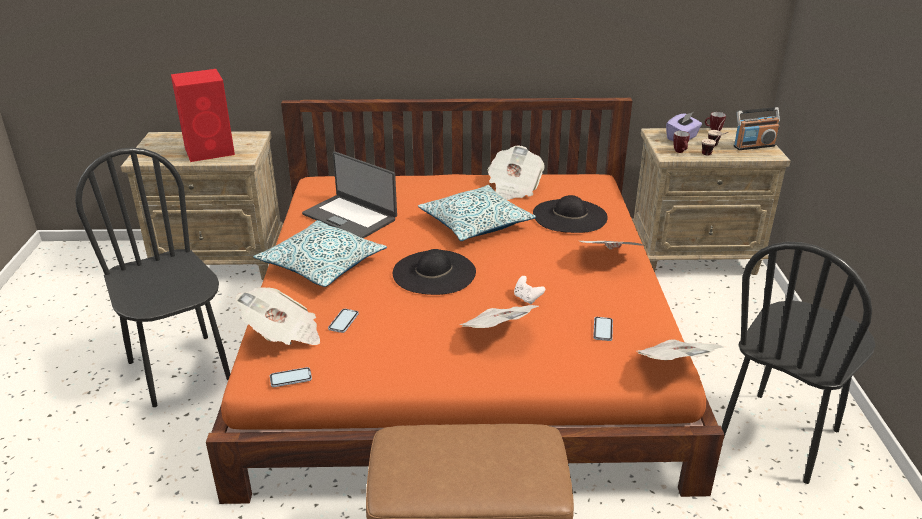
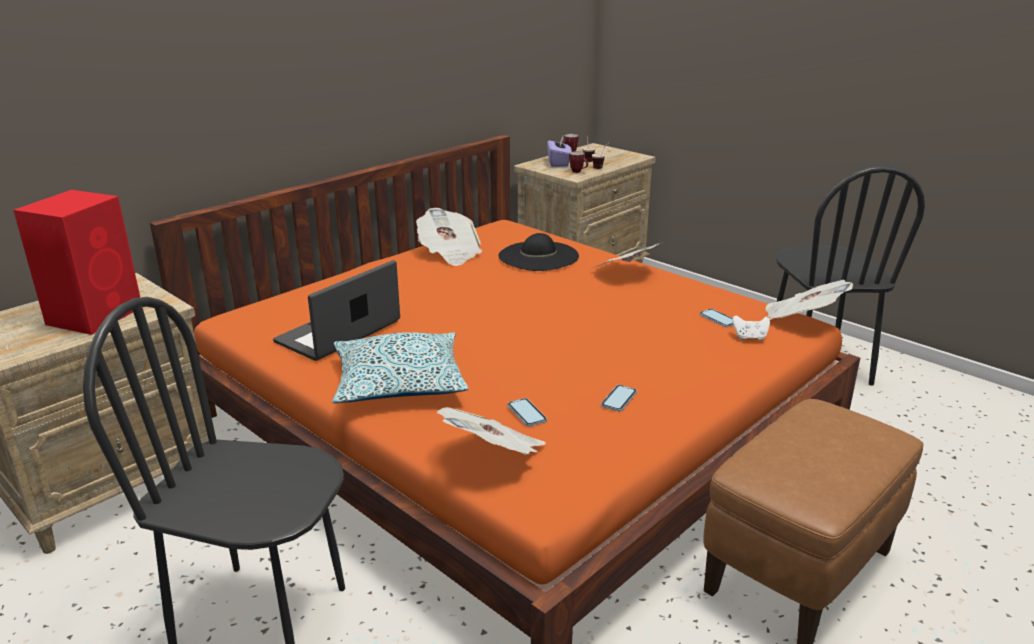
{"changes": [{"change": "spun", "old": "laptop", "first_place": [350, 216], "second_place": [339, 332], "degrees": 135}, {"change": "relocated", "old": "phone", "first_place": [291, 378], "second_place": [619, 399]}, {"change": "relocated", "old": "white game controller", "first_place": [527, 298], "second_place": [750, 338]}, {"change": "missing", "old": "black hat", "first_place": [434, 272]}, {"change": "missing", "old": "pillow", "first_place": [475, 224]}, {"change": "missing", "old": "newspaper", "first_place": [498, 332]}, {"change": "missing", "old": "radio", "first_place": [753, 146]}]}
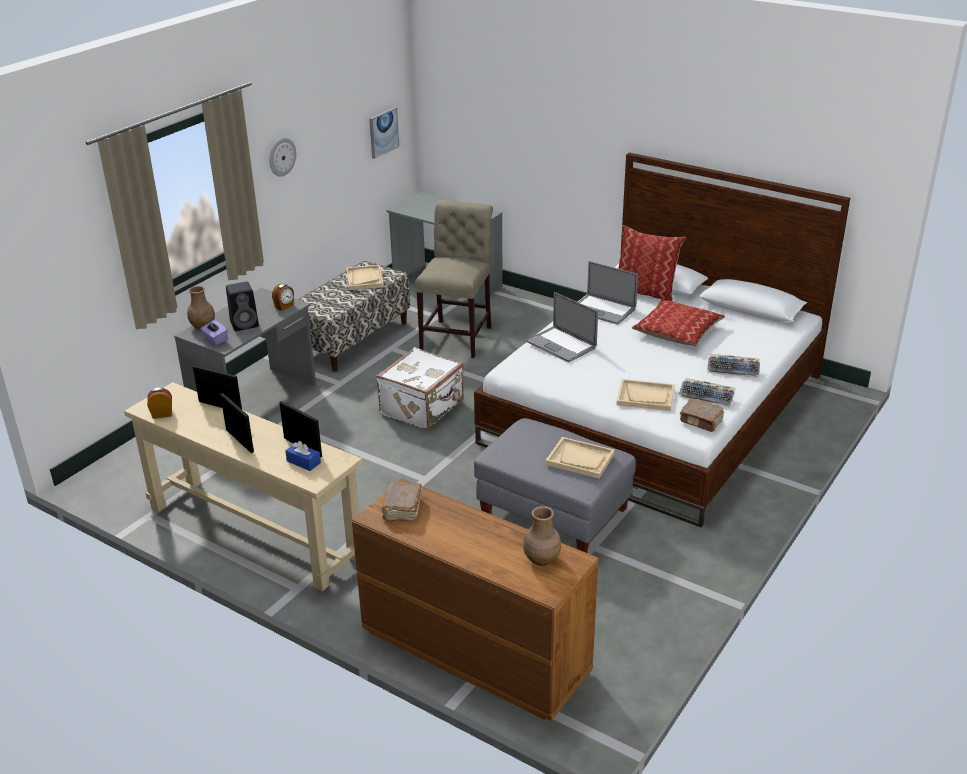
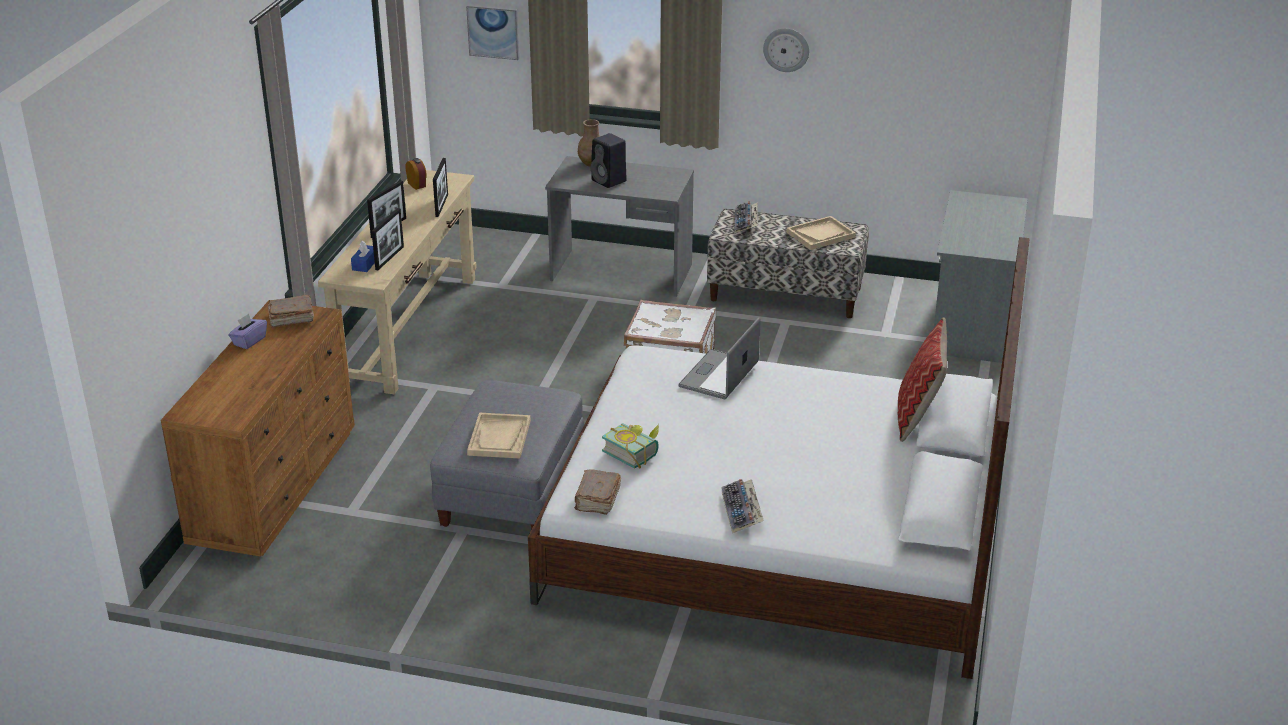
{"changes": [{"change": "relocated", "old": "purple tissue box", "first_place": [215, 339], "second_place": [249, 341]}, {"change": "relocated", "old": "picture", "first_place": [383, 132], "second_place": [493, 31]}, {"change": "exchanged", "old": "beige tray", "new": "book", "first_place": [645, 396], "second_place": [634, 452]}, {"change": "relocated", "old": "keyboard", "first_place": [707, 396], "second_place": [746, 222]}, {"change": "missing", "old": "alarm clock", "first_place": [284, 306]}, {"change": "missing", "old": "beige chair", "first_place": [458, 336]}, {"change": "missing", "old": "brown vase", "first_place": [541, 559]}, {"change": "missing", "old": "laptop", "first_place": [602, 310]}, {"change": "missing", "old": "pillow", "first_place": [677, 331]}]}
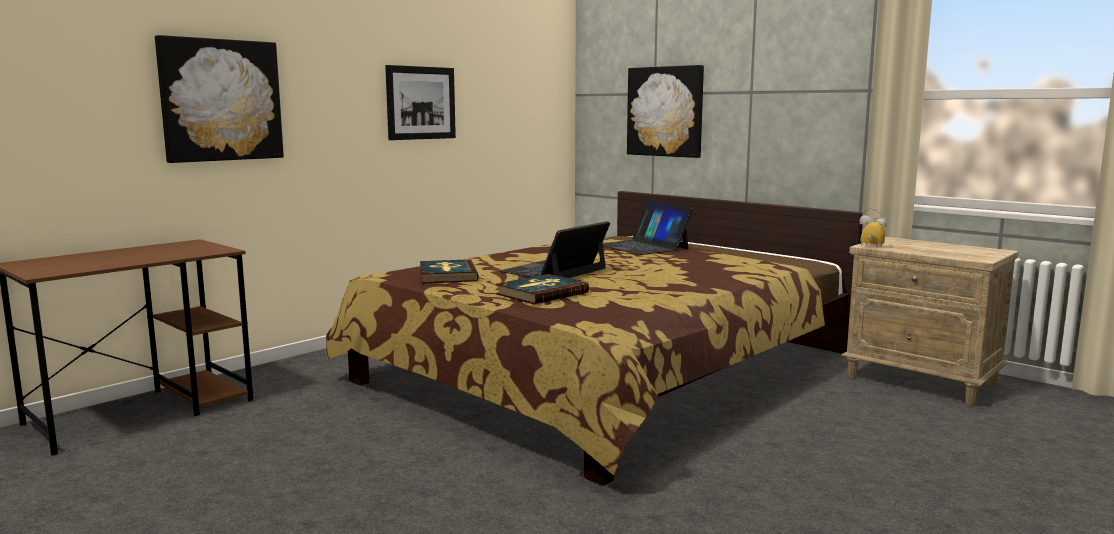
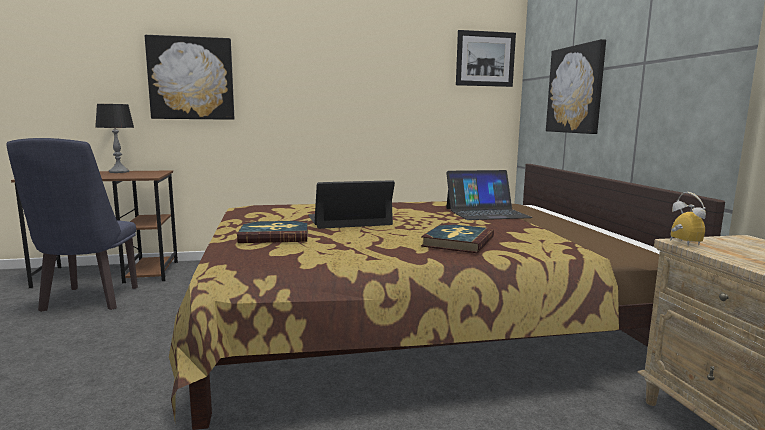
{"changes": [{"change": "appeared", "new": "blue chair", "second_place": [88, 301]}, {"change": "appeared", "new": "table lamp", "second_place": [119, 172]}, {"change": "relocated", "old": "book", "first_place": [447, 275], "second_place": [457, 242]}, {"change": "spun", "old": "laptop", "first_place": [643, 246], "second_place": [486, 213], "degrees": -105}, {"change": "relocated", "old": "picture", "first_place": [421, 103], "second_place": [485, 59]}]}
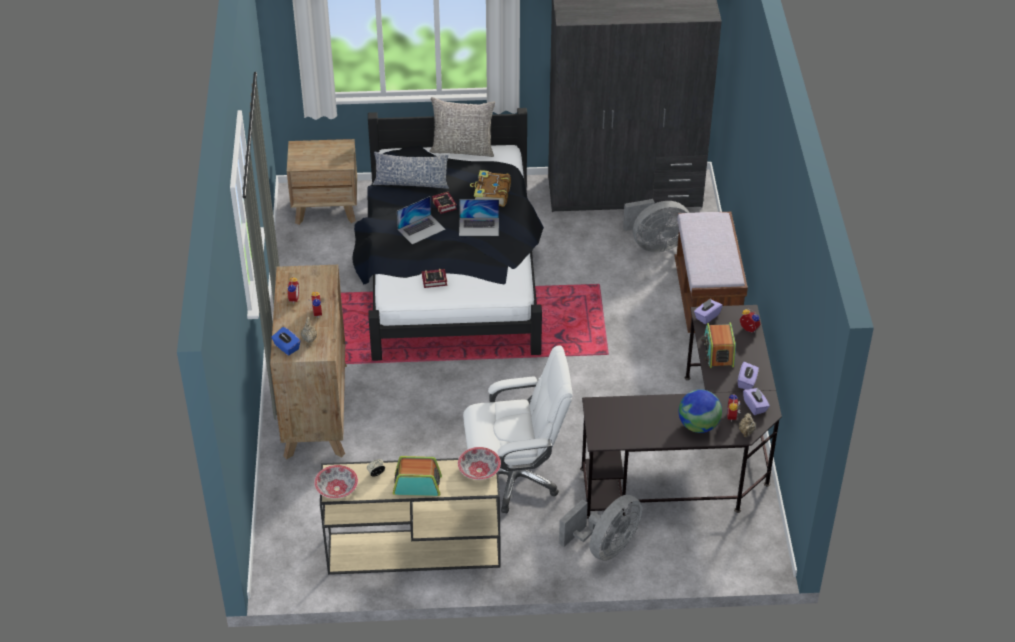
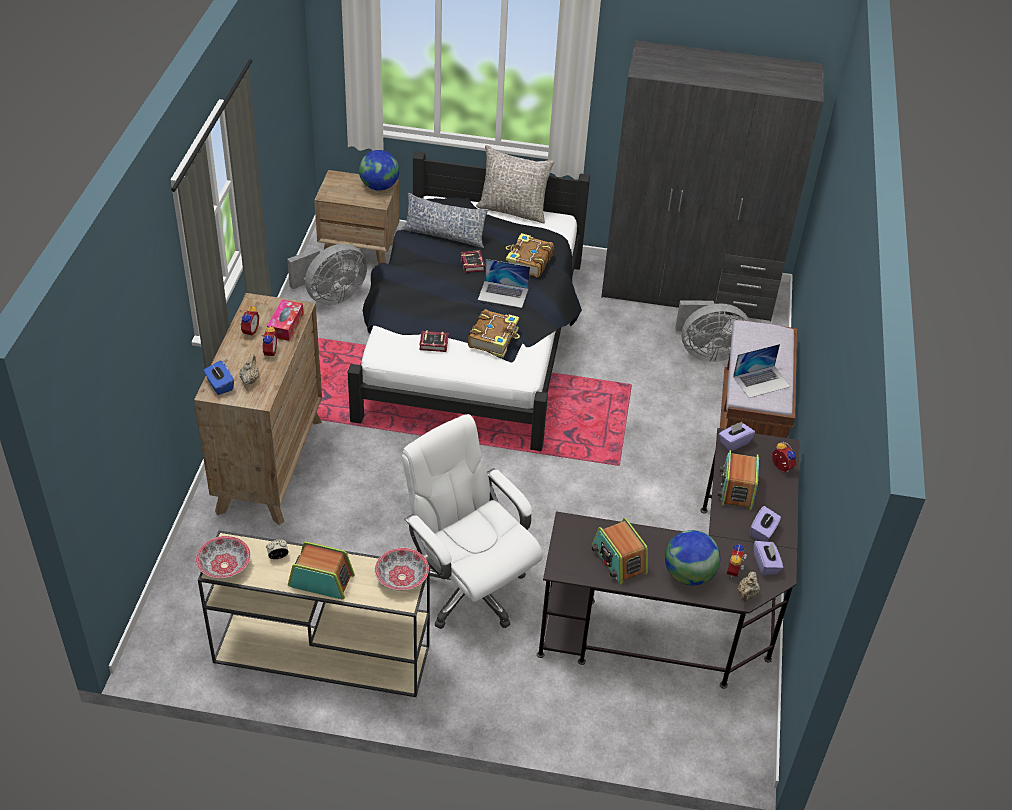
{"changes": [{"change": "appeared", "new": "tissue box", "second_place": [286, 325]}, {"change": "relocated", "old": "grey fan", "first_place": [605, 546], "second_place": [330, 296]}, {"change": "appeared", "new": "globe", "second_place": [379, 186]}, {"change": "spun", "old": "white office chair", "first_place": [515, 477], "second_place": [469, 588], "degrees": -135}, {"change": "appeared", "new": "book", "second_place": [494, 339]}, {"change": "appeared", "new": "radio", "second_place": [618, 560]}, {"change": "relocated", "old": "laptop", "first_place": [421, 229], "second_place": [761, 381]}]}
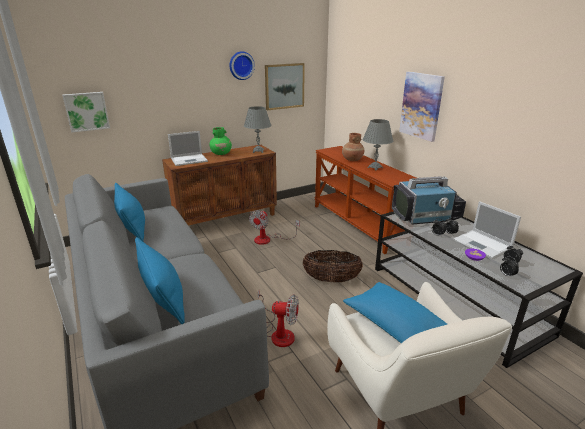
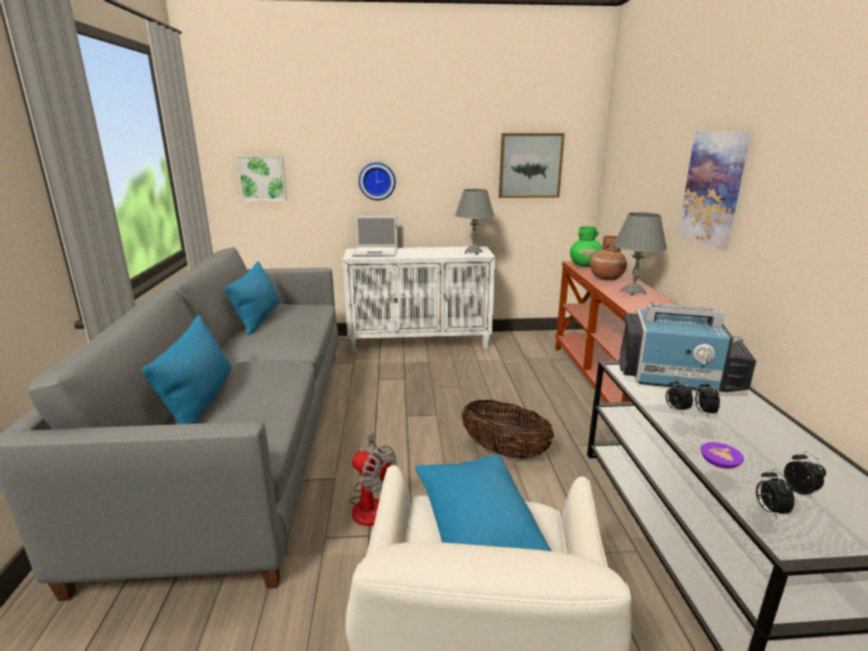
{"changes": [{"change": "colour", "old": "brown cabinet", "new": "white cabinet", "first_place": [225, 219], "second_place": [420, 342]}, {"change": "relocated", "old": "wall clock", "first_place": [241, 65], "second_place": [377, 181]}, {"change": "relocated", "old": "green vase", "first_place": [221, 154], "second_place": [585, 265]}, {"change": "missing", "old": "fan", "first_place": [268, 239]}, {"change": "missing", "old": "laptop", "first_place": [483, 244]}]}
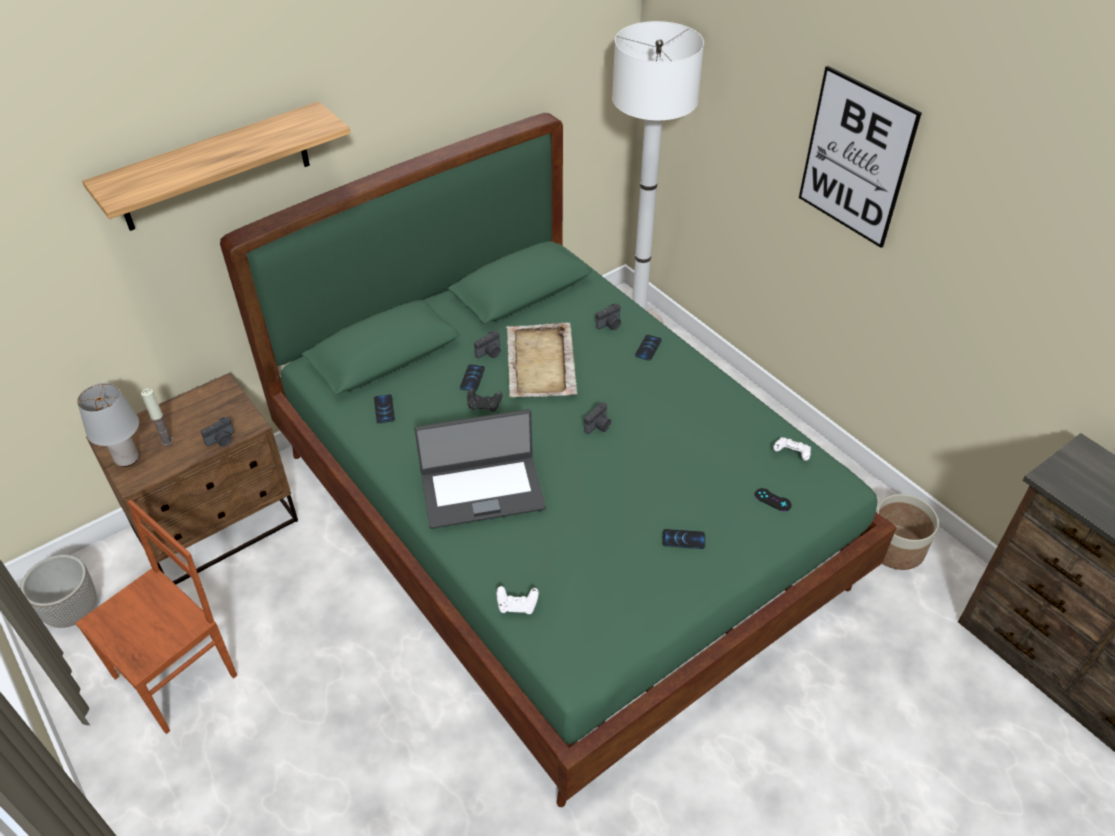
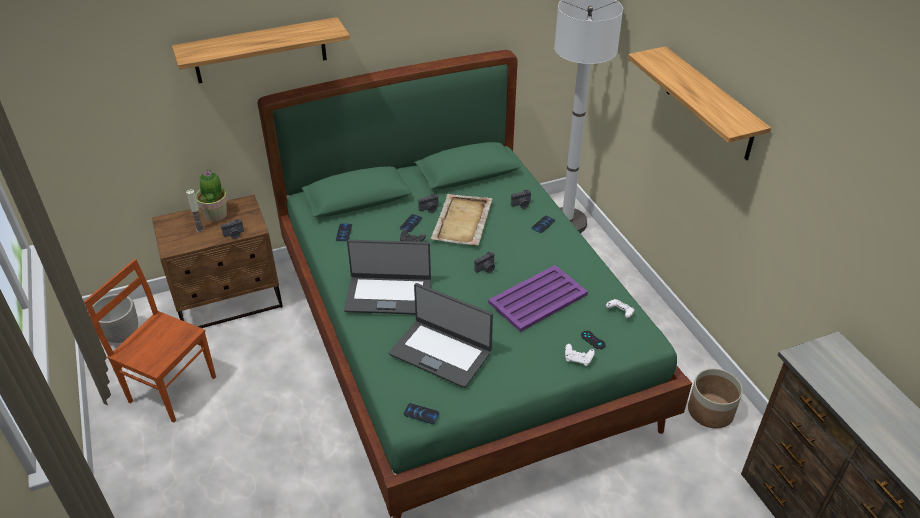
{"changes": [{"change": "spun", "old": "brown chair", "first_place": [178, 675], "second_place": [172, 388], "degrees": -120}, {"change": "appeared", "new": "potted plant", "second_place": [216, 214]}, {"change": "appeared", "new": "laptop", "second_place": [441, 352]}, {"change": "relocated", "old": "phone", "first_place": [683, 539], "second_place": [421, 414]}, {"change": "appeared", "new": "purple tray", "second_place": [537, 299]}, {"change": "relocated", "old": "white game controller", "first_place": [517, 605], "second_place": [578, 359]}, {"change": "exchanged", "old": "picture", "new": "shelf", "first_place": [856, 158], "second_place": [710, 104]}, {"change": "missing", "old": "grey table lamp", "first_place": [126, 459]}]}
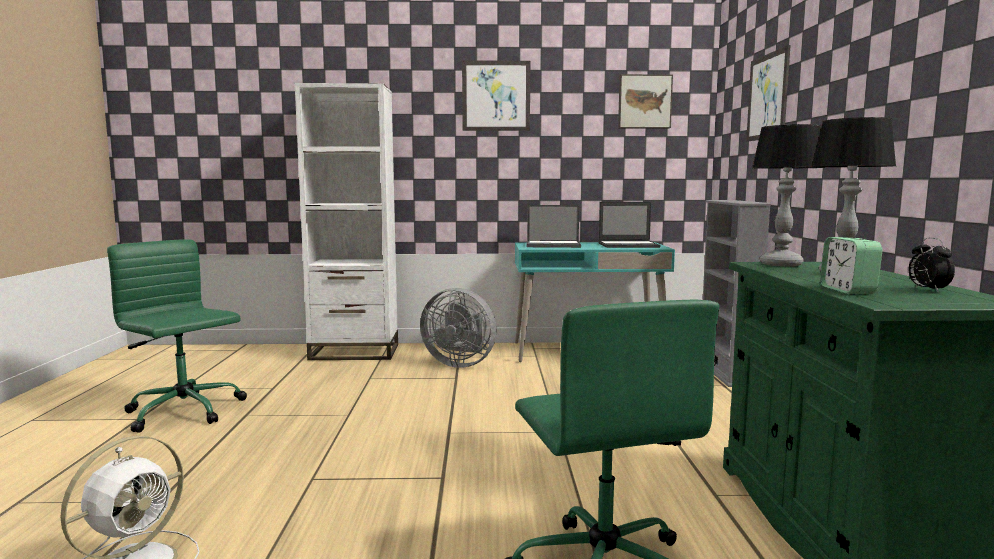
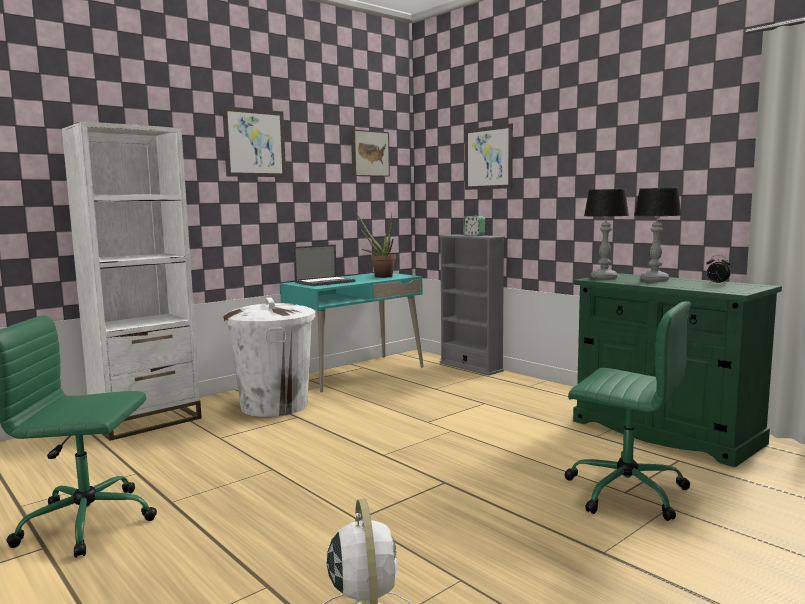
{"changes": [{"change": "exchanged", "old": "grey fan", "new": "white trash can", "first_place": [460, 363], "second_place": [274, 405]}, {"change": "exchanged", "old": "laptop", "new": "potted plant", "first_place": [629, 245], "second_place": [380, 276]}, {"change": "relocated", "old": "alarm clock", "first_place": [847, 290], "second_place": [474, 235]}]}
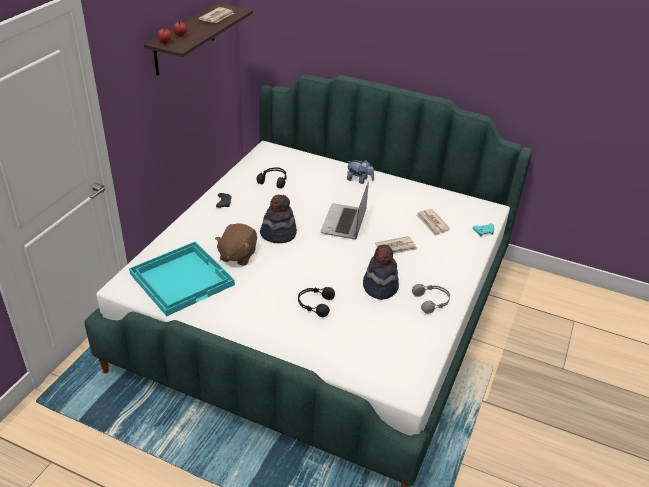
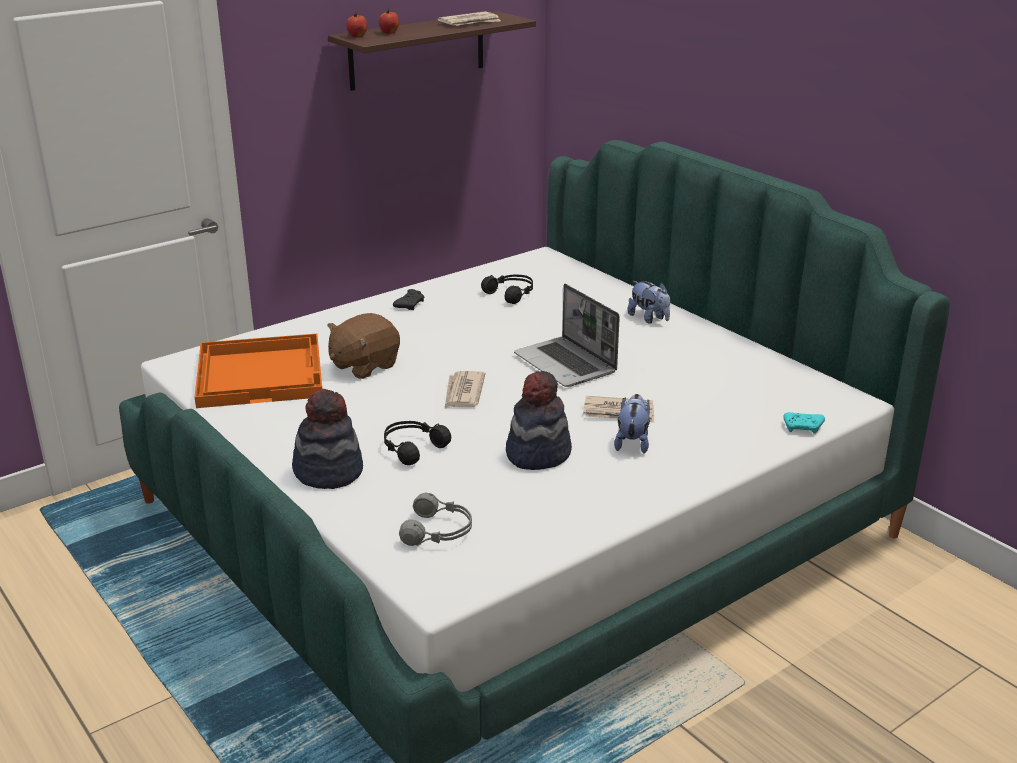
{"changes": [{"change": "colour", "old": "turquoise tray", "new": "orange tray", "first_place": [182, 278], "second_place": [261, 373]}, {"change": "relocated", "old": "hat", "first_place": [278, 234], "second_place": [328, 472]}, {"change": "relocated", "old": "grey headphones", "first_place": [432, 301], "second_place": [439, 531]}, {"change": "relocated", "old": "newspaper", "first_place": [432, 223], "second_place": [463, 393]}, {"change": "spun", "old": "laptop", "first_place": [344, 223], "second_place": [566, 364], "degrees": -75}, {"change": "appeared", "new": "plush toy", "second_place": [632, 442]}]}
